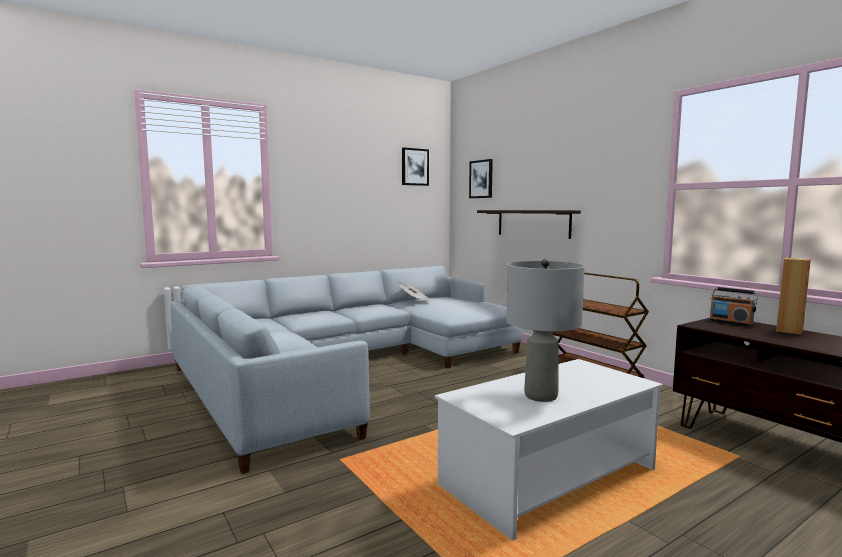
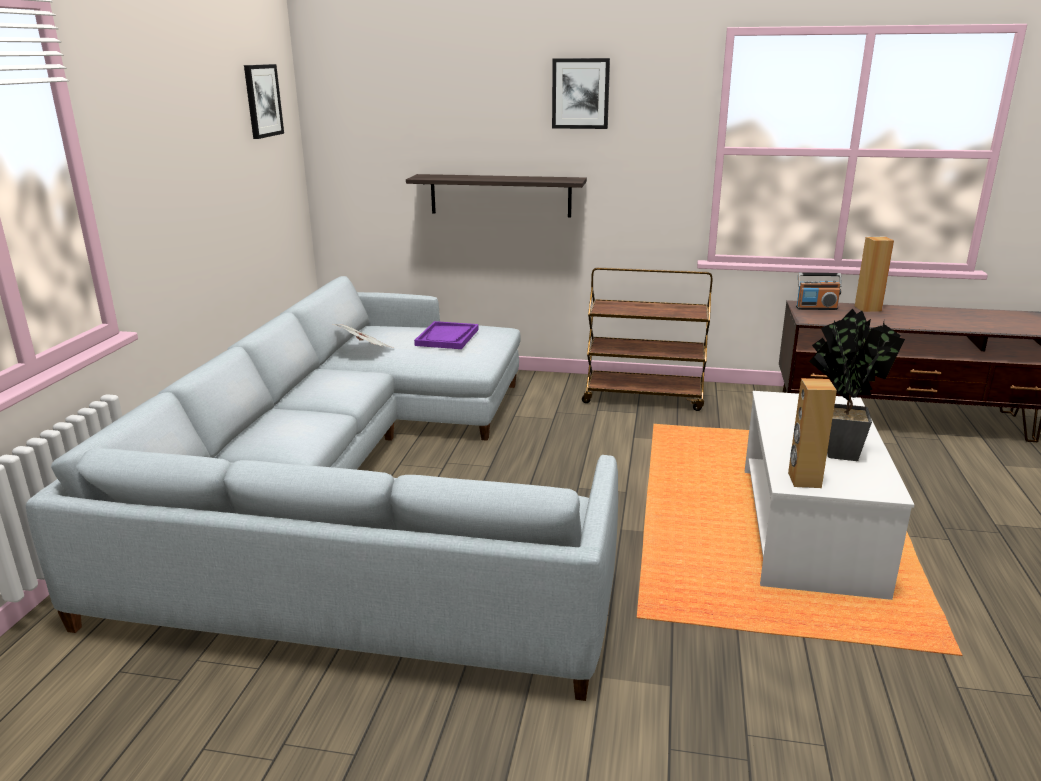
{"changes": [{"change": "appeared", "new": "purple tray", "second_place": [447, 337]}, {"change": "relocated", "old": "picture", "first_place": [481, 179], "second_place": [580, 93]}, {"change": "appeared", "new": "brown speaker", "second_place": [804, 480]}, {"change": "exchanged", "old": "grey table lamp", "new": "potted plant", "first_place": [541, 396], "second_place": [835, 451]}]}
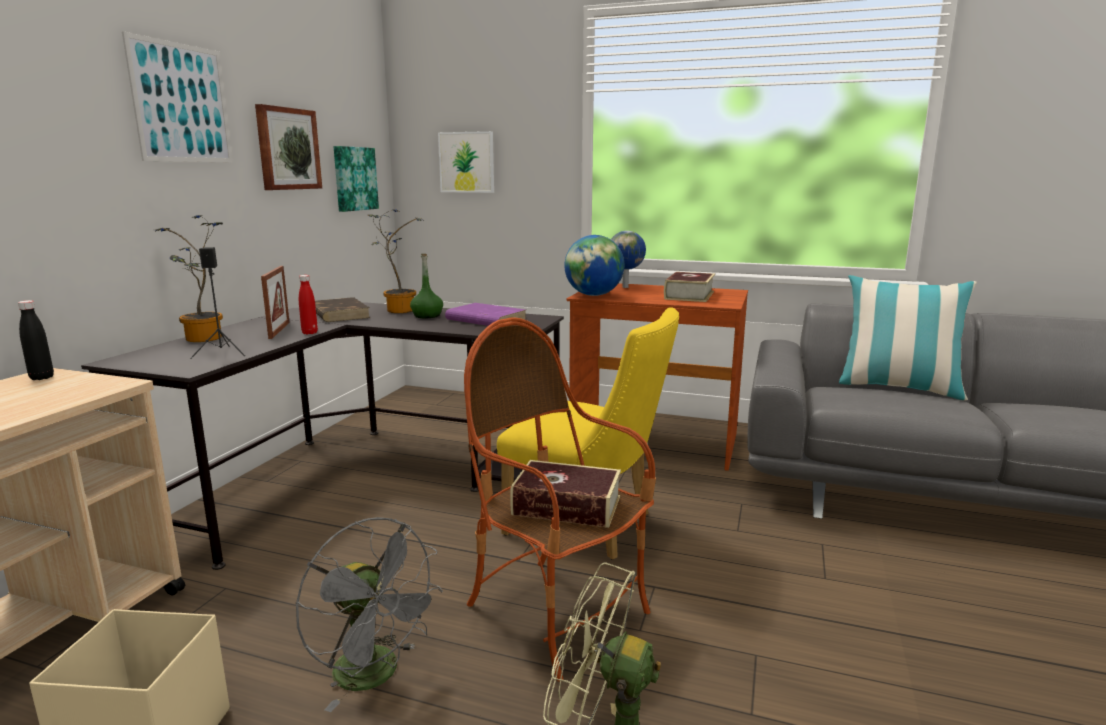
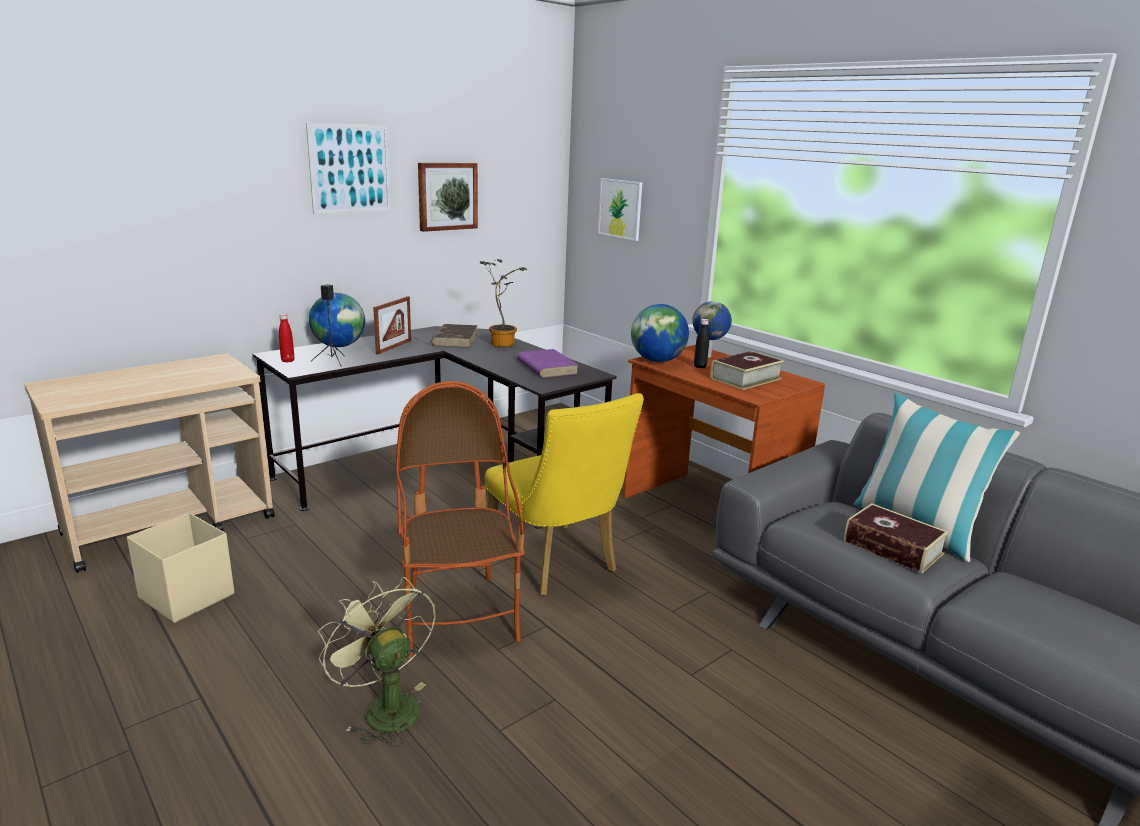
{"changes": [{"change": "relocated", "old": "red bottle", "first_place": [309, 333], "second_place": [288, 361]}, {"change": "exchanged", "old": "potted plant", "new": "globe", "first_place": [203, 339], "second_place": [339, 346]}, {"change": "relocated", "old": "black bottle", "first_place": [42, 377], "second_place": [700, 366]}, {"change": "relocated", "old": "book", "first_place": [566, 506], "second_place": [892, 547]}, {"change": "missing", "old": "grey fan", "first_place": [376, 675]}, {"change": "missing", "old": "picture", "first_place": [354, 178]}, {"change": "missing", "old": "green bottle", "first_place": [427, 316]}]}
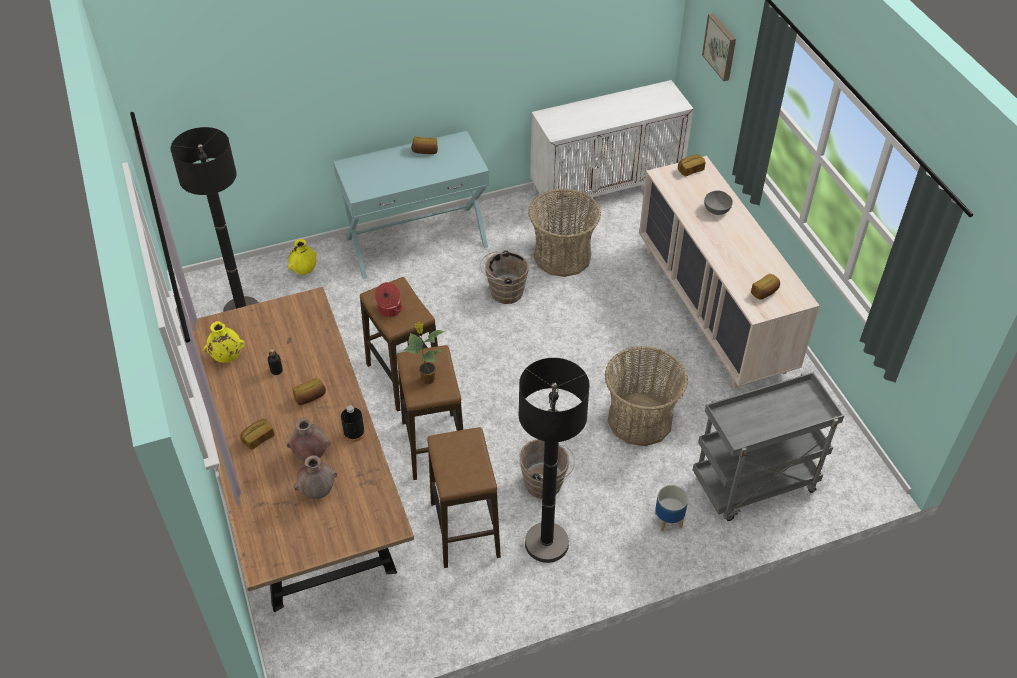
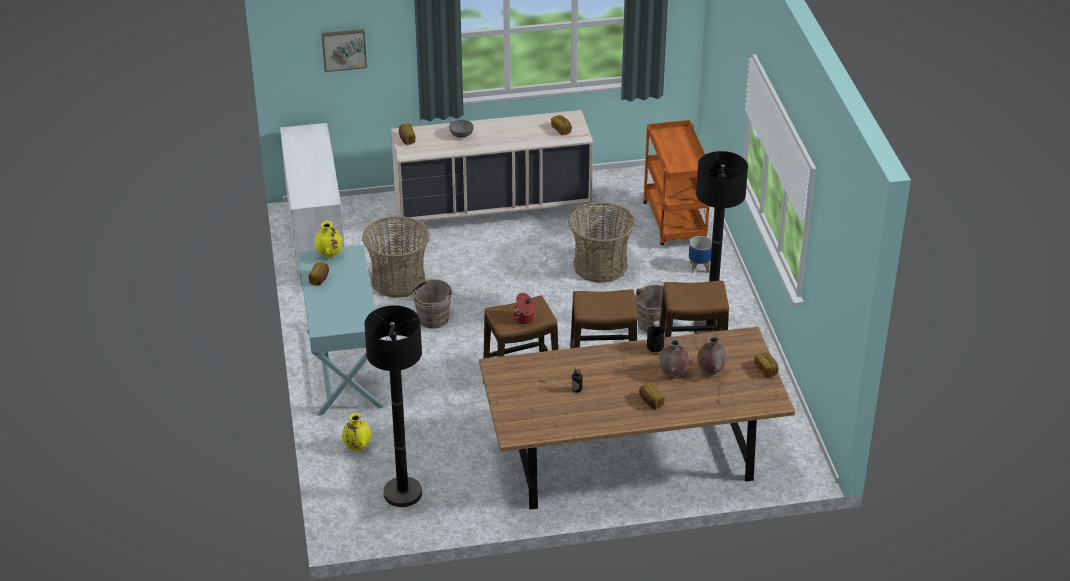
{"changes": [{"change": "relocated", "old": "yellow vase", "first_place": [227, 358], "second_place": [329, 255]}, {"change": "colour", "old": "grey cart", "new": "orange cart", "first_place": [753, 485], "second_place": [675, 223]}, {"change": "relocated", "old": "bread", "first_place": [310, 397], "second_place": [766, 369]}, {"change": "missing", "old": "potted plant", "first_place": [427, 379]}]}
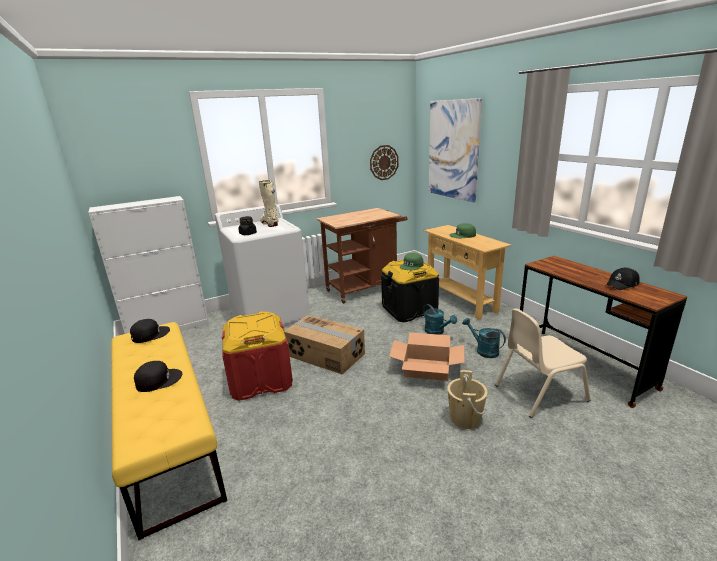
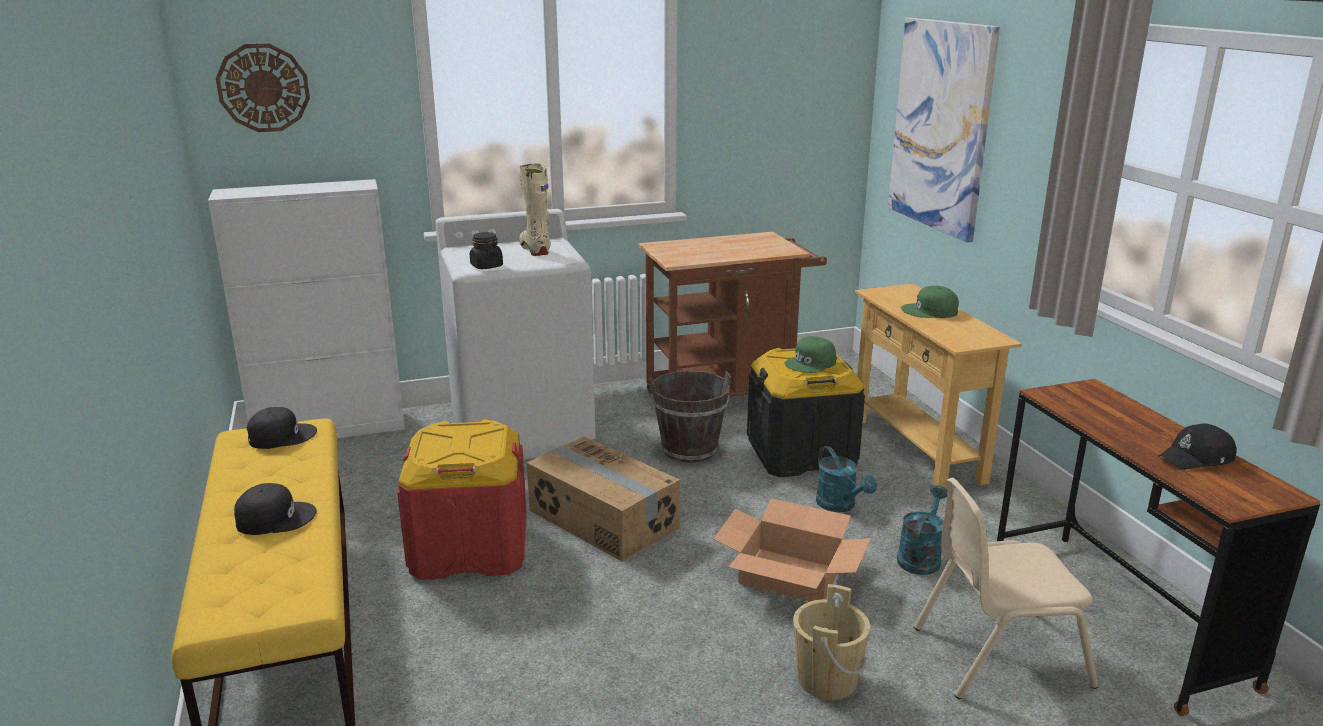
{"changes": [{"change": "relocated", "old": "wall clock", "first_place": [384, 162], "second_place": [263, 88]}, {"change": "appeared", "new": "brown bucket", "second_place": [689, 450]}, {"change": "spun", "old": "turquoise watering can", "first_place": [483, 350], "second_place": [920, 557], "degrees": 60}]}
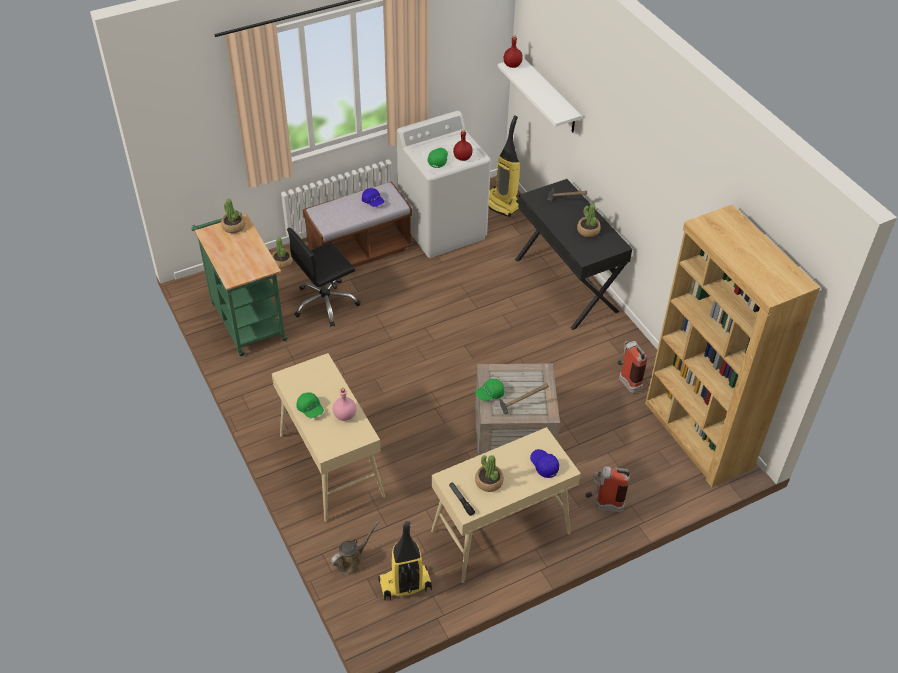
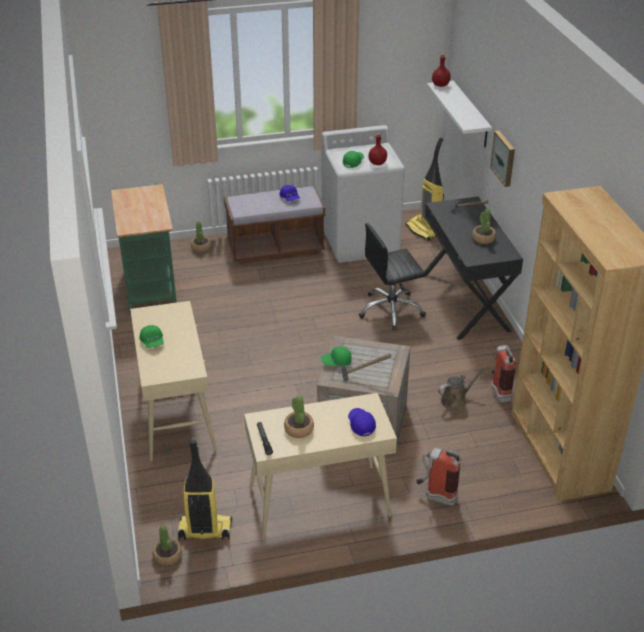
{"changes": [{"change": "relocated", "old": "potted plant", "first_place": [233, 226], "second_place": [167, 556]}, {"change": "relocated", "old": "black office chair", "first_place": [325, 303], "second_place": [391, 310]}, {"change": "relocated", "old": "brown watering can", "first_place": [352, 561], "second_place": [455, 400]}, {"change": "appeared", "new": "picture", "second_place": [504, 158]}, {"change": "missing", "old": "pink bottle", "first_place": [345, 415]}]}
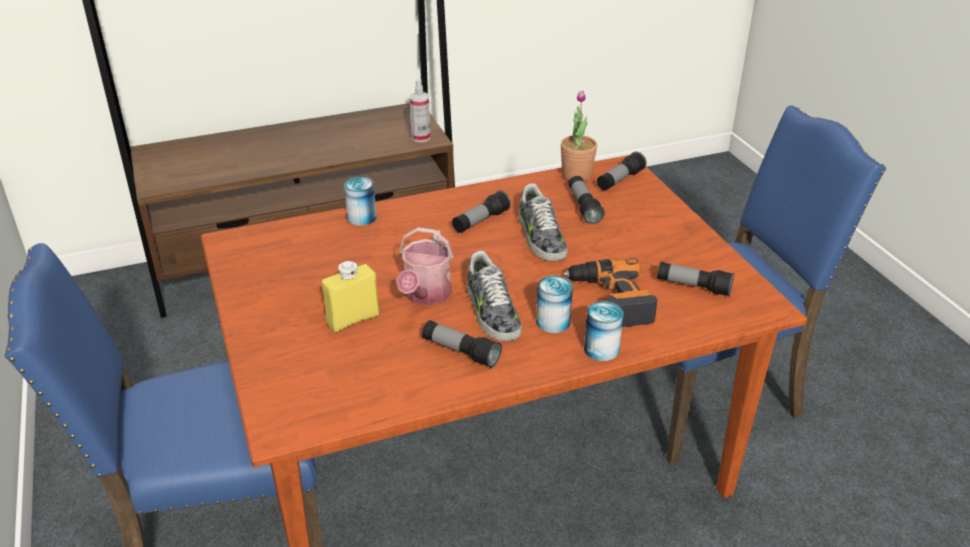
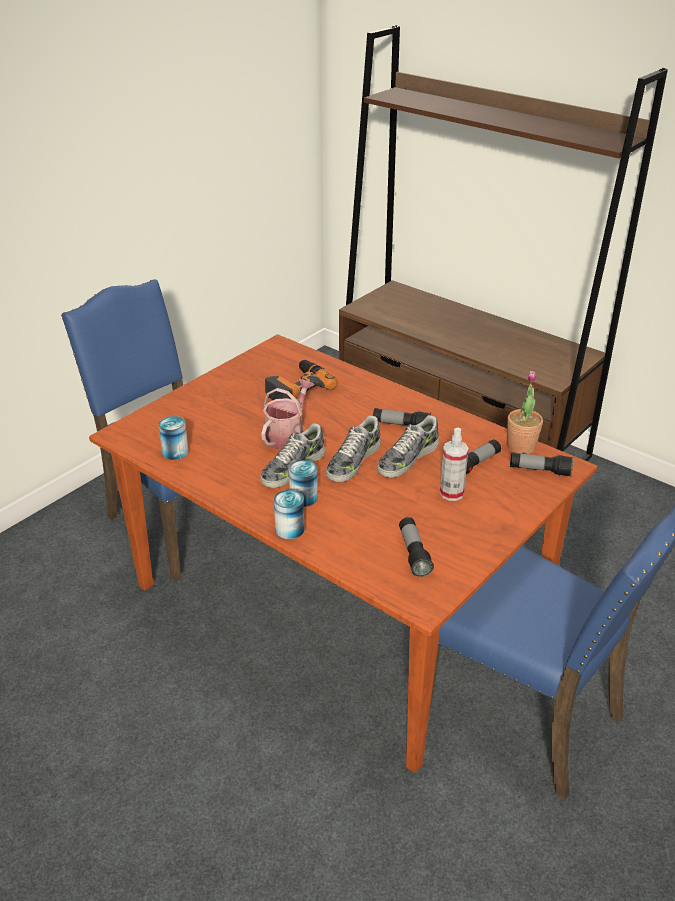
{"changes": [{"change": "relocated", "old": "can", "first_place": [362, 218], "second_place": [175, 452]}, {"change": "spun", "old": "watering can", "first_place": [425, 295], "second_place": [287, 435], "degrees": 135}, {"change": "relocated", "old": "power drill", "first_place": [610, 299], "second_place": [297, 388]}, {"change": "appeared", "new": "shoe", "second_place": [353, 461]}, {"change": "relocated", "old": "spray bottle", "first_place": [421, 137], "second_place": [451, 493]}, {"change": "missing", "old": "yellow bottle", "first_place": [353, 319]}, {"change": "missing", "old": "flashlight", "first_place": [460, 352]}]}
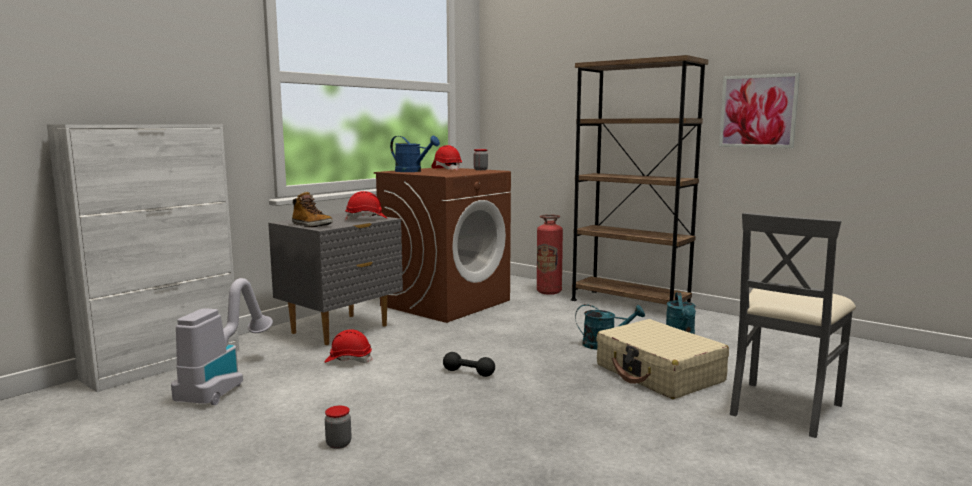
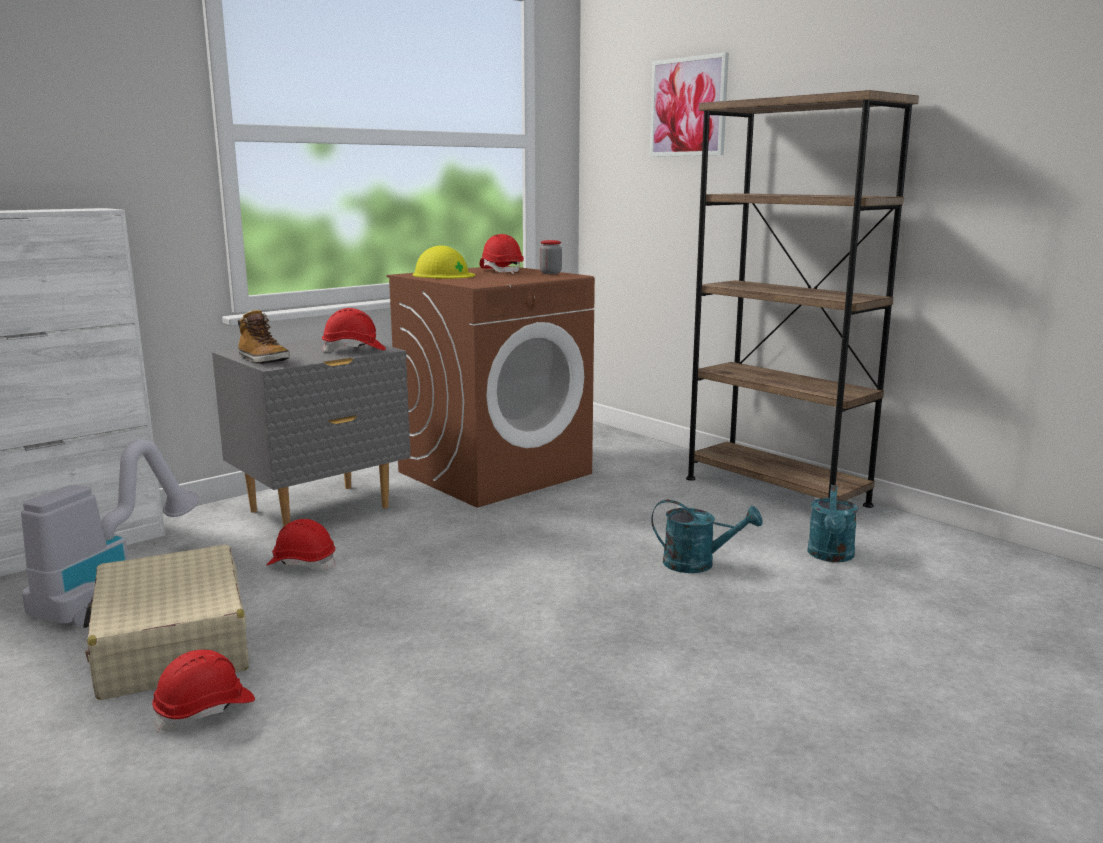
{"changes": [{"change": "relocated", "old": "beige suitcase", "first_place": [659, 374], "second_place": [172, 644]}, {"change": "exchanged", "old": "jar", "new": "red hard hat", "first_place": [338, 444], "second_place": [205, 710]}, {"change": "exchanged", "old": "blue watering can", "new": "yellow hard hat", "first_place": [412, 171], "second_place": [443, 275]}, {"change": "relocated", "old": "picture", "first_place": [758, 111], "second_place": [688, 107]}, {"change": "missing", "old": "black dumbbell", "first_place": [468, 373]}, {"change": "missing", "old": "fire extinguisher", "first_place": [549, 292]}, {"change": "missing", "old": "grey chair", "first_place": [783, 408]}]}
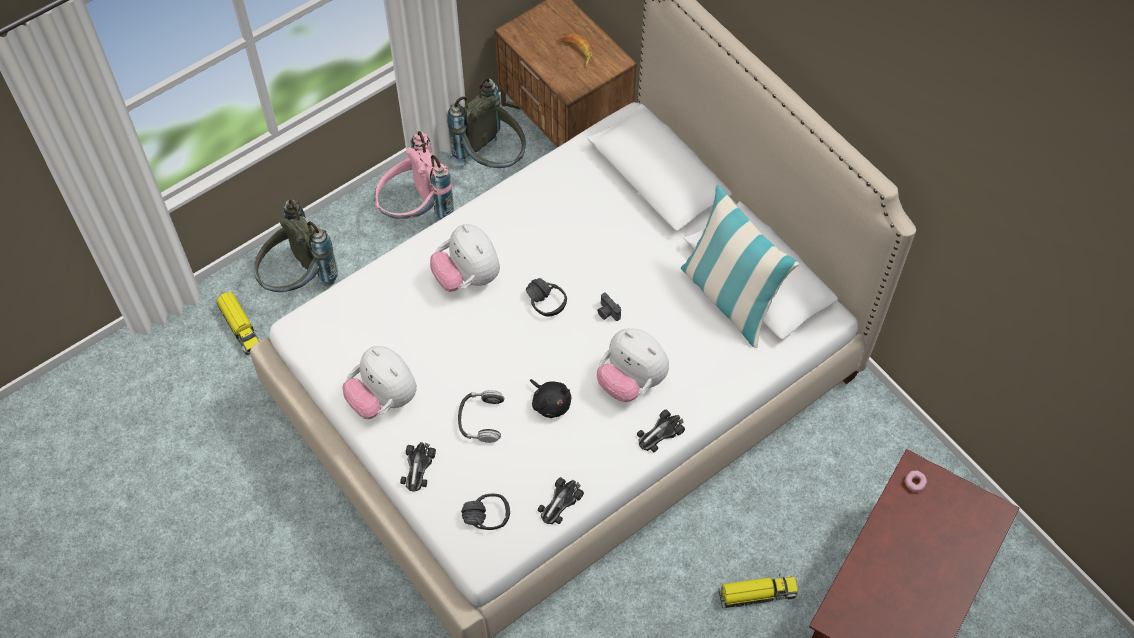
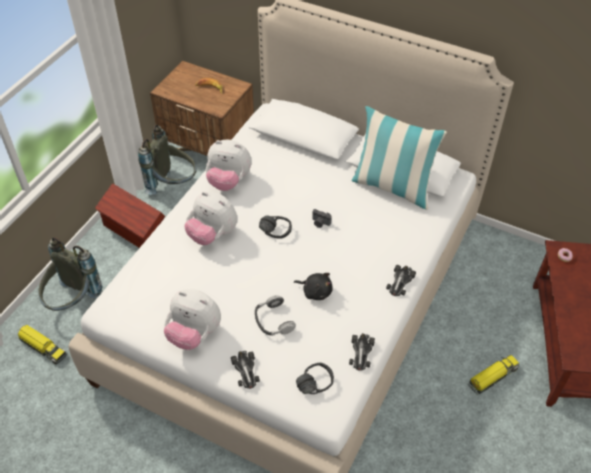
{"changes": [{"change": "exchanged", "old": "pink backpack", "new": "brown storage box", "first_place": [415, 212], "second_place": [137, 231]}, {"change": "relocated", "old": "plush toy", "first_place": [631, 381], "second_place": [228, 181]}]}
